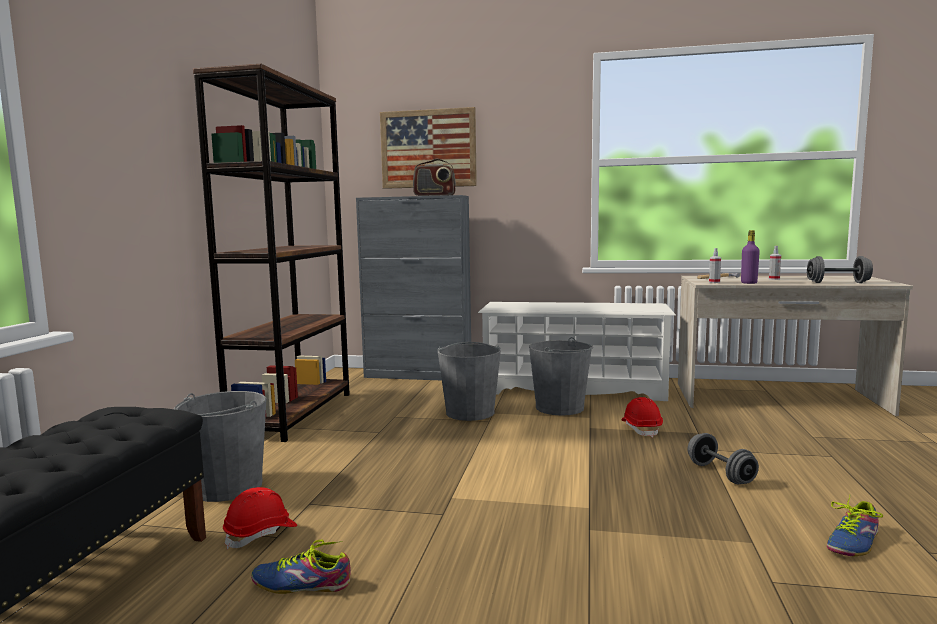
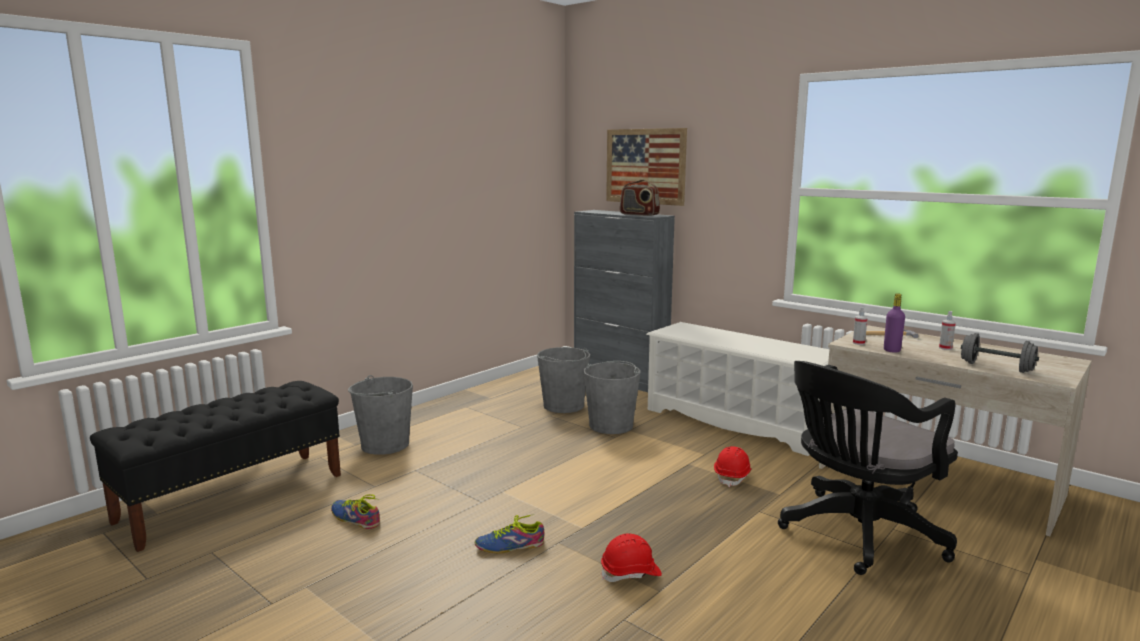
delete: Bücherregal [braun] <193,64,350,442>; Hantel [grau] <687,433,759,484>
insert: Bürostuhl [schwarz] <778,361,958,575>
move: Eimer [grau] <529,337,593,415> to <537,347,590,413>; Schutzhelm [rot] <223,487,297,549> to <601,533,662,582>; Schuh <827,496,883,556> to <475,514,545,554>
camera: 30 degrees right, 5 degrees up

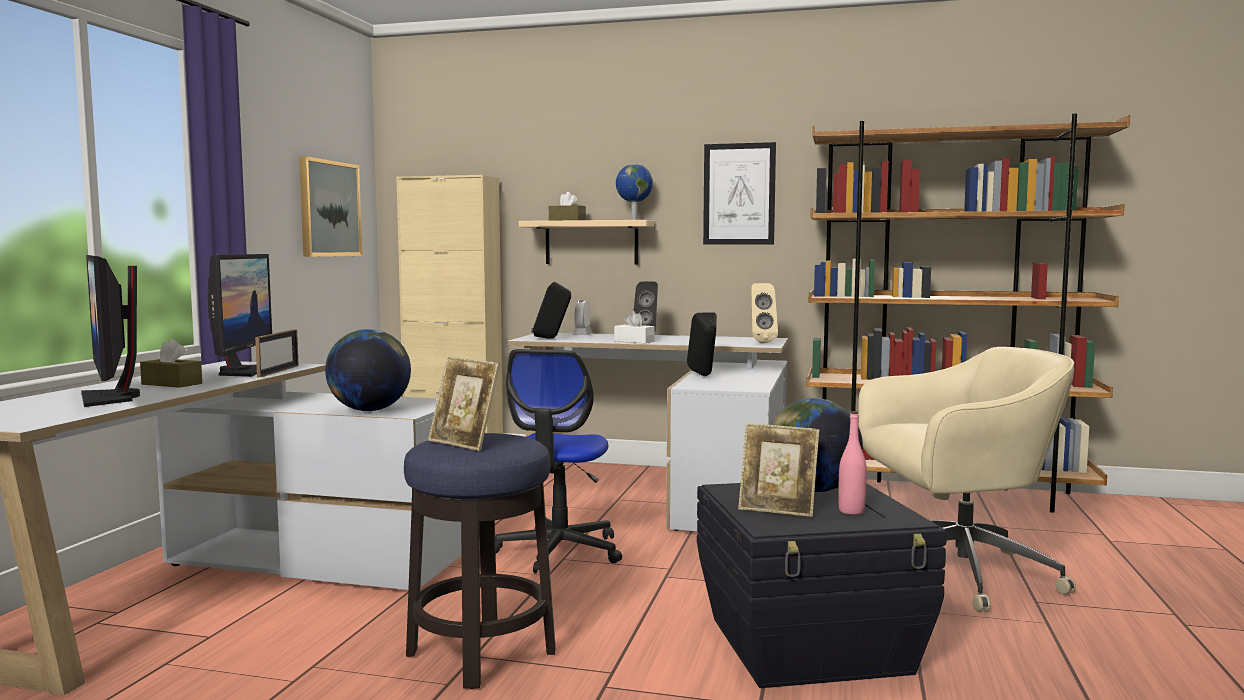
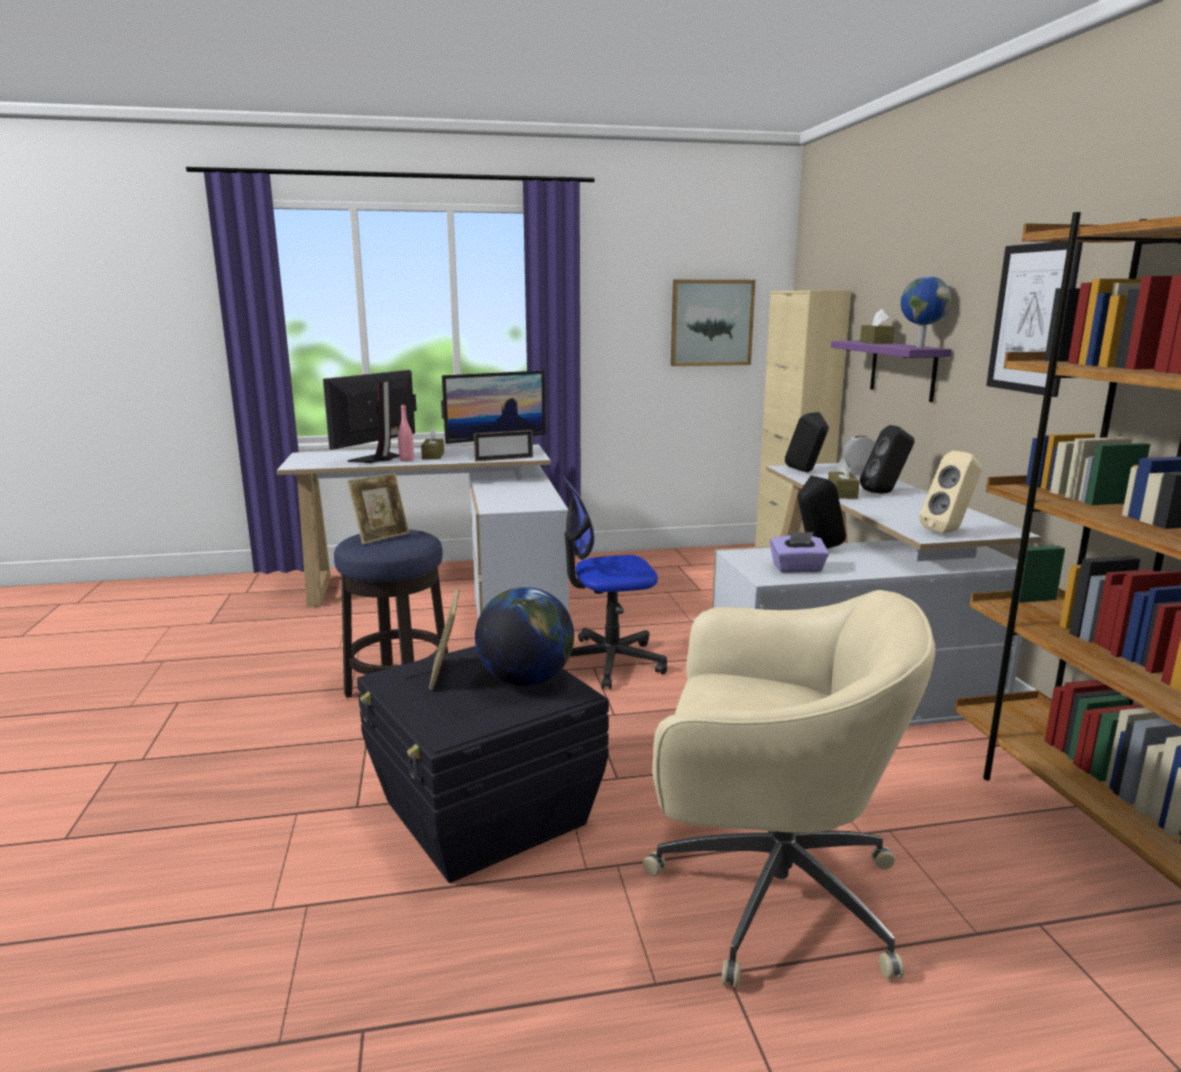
delete: Globus <325,329,411,411>
insert: Taschentuchbox [lila] <770,532,829,573>
move: Flasche [rosa] <838,411,867,515> to <398,404,414,462>
recolor: Wandregal [beige] <519,220,654,265> to Wandregal [lila] <831,341,952,402>; Taschentuchbox [weiß] <614,311,655,343> to Taschentuchbox [braun] <828,459,860,499>
rotate: Bürostuhl [beige] <858,347,1076,612> = <643,590,936,988> 45 degrees counterclockwise; Bilderrahmen <428,356,500,451> = <347,473,409,544> 150 degrees counterclockwise
camera: 65 degrees right, 10 degrees up

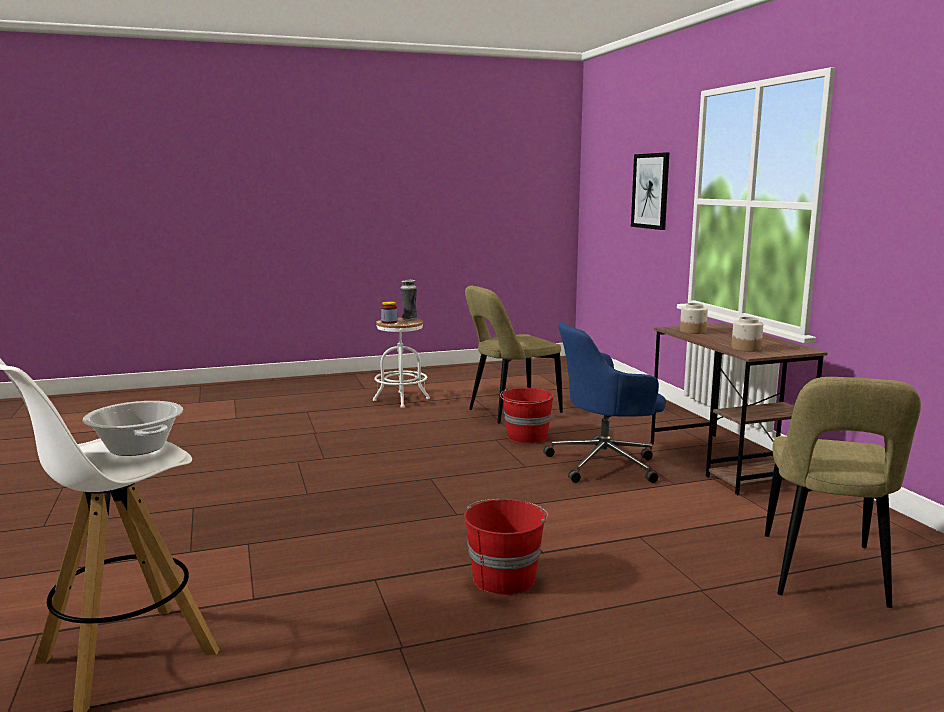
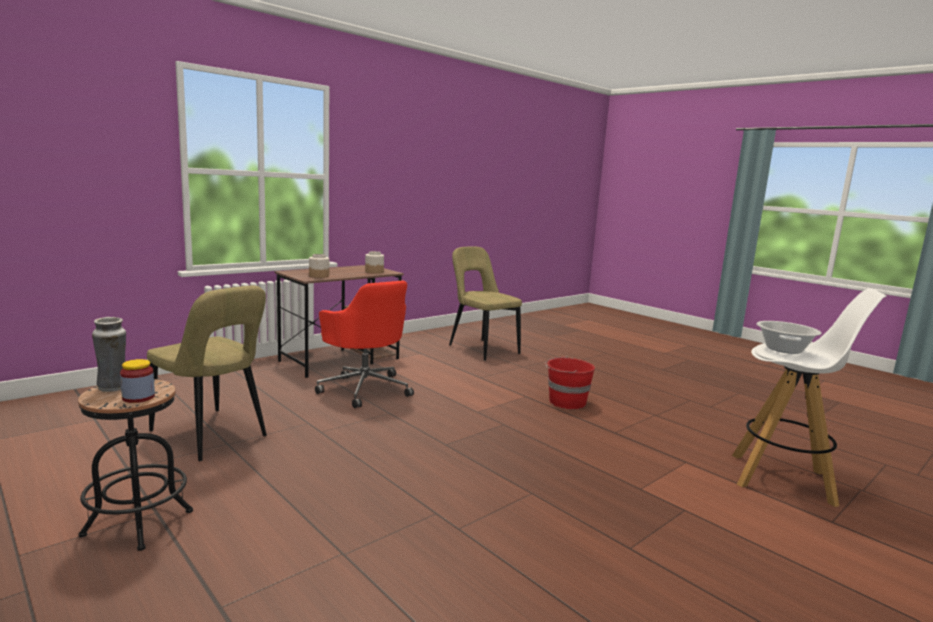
delete: Bild <631,152,669,230>; Eimer [rot] <500,388,554,443>
recolor: Hocker [weiß] <373,318,430,408> to Hocker [schwarz] <78,379,193,551>; Bürostuhl [blau] <543,322,666,483> to Bürostuhl [rot] <315,281,414,408>
rotate: Stuhl [beige] <765,377,921,608> = <449,246,522,361> 120 degrees counterclockwise
camera: 115 degrees left, 0 degrees up

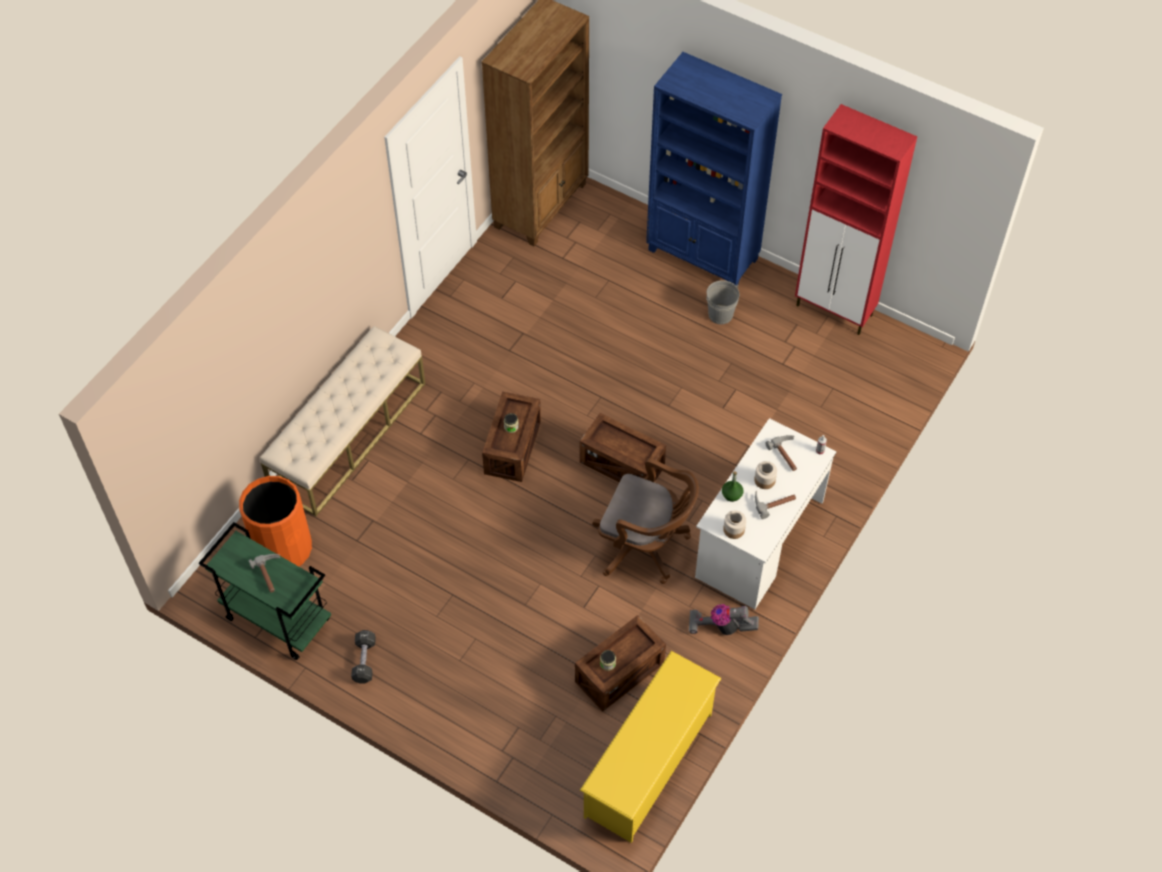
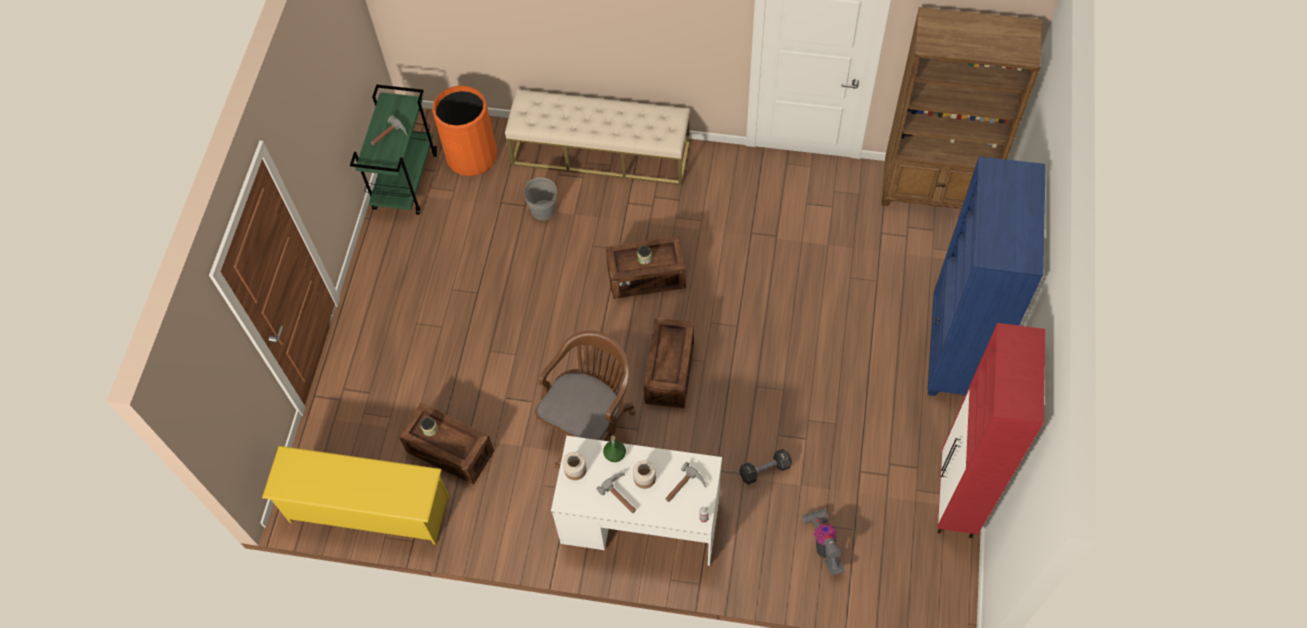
move: Eimer [grau] <706,280,740,324> to <524,178,557,221>; Staubsauger <689,604,759,635> to <802,509,845,576>; Hantel [schwarz] <351,630,376,684> to <740,449,792,485>
rotate: Bürostuhl [braun] <592,458,699,584> = <535,331,636,468> 150 degrees counterclockwise
camera: 70 degrees right, 5 degrees up

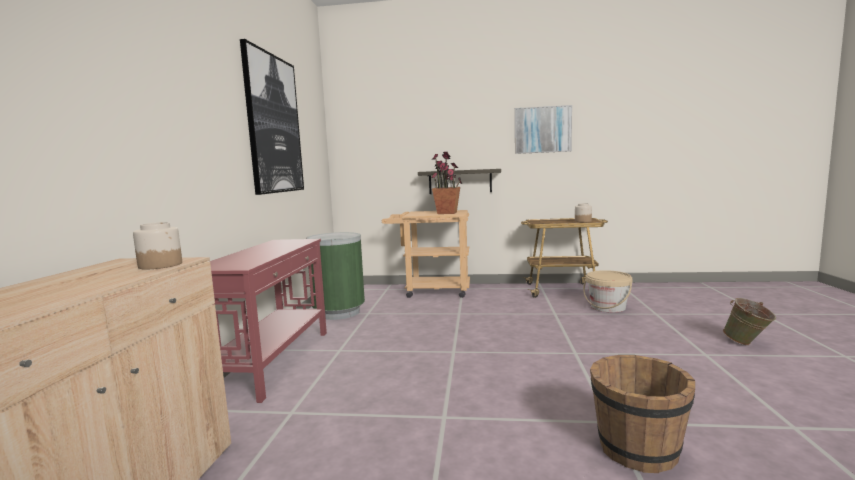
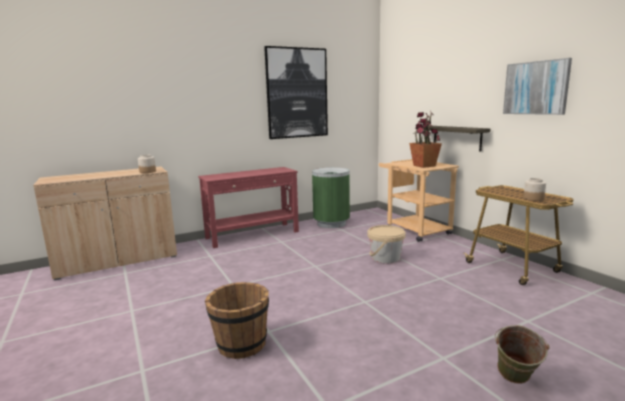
move: Eimer [beige] <583,270,632,313> to <367,225,406,263>
camera: 55 degrees right, 5 degrees up

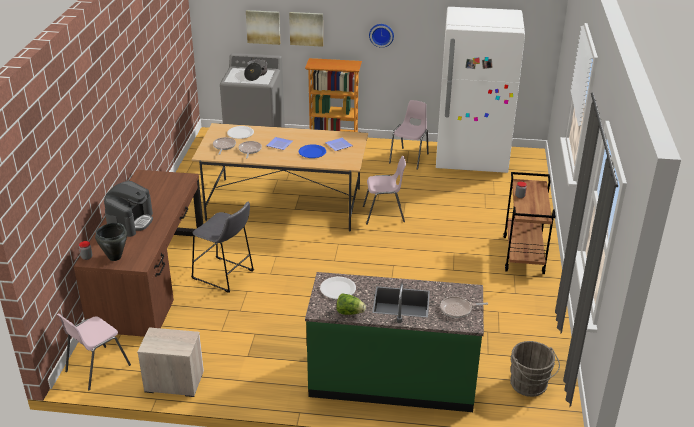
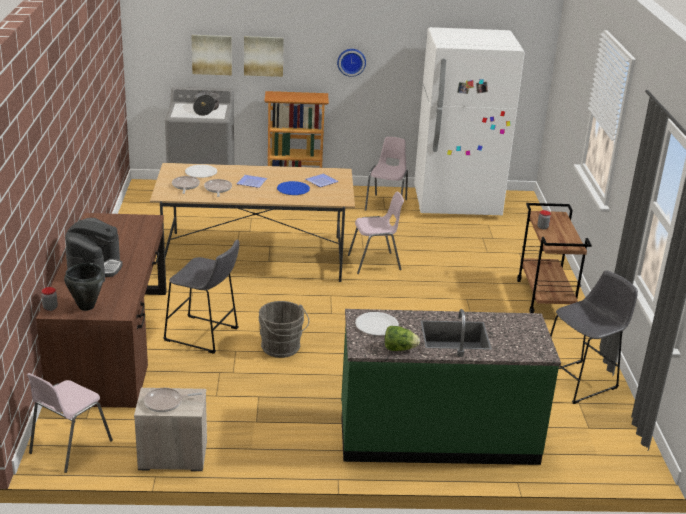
insert: Hocker [grau] <550,271,638,404>
move: Pfanne <440,296,488,318> to <144,388,203,412>; Eimer [grau] <510,341,560,397> to <258,301,309,358>
camera: 10 degrees left, 5 degrees down

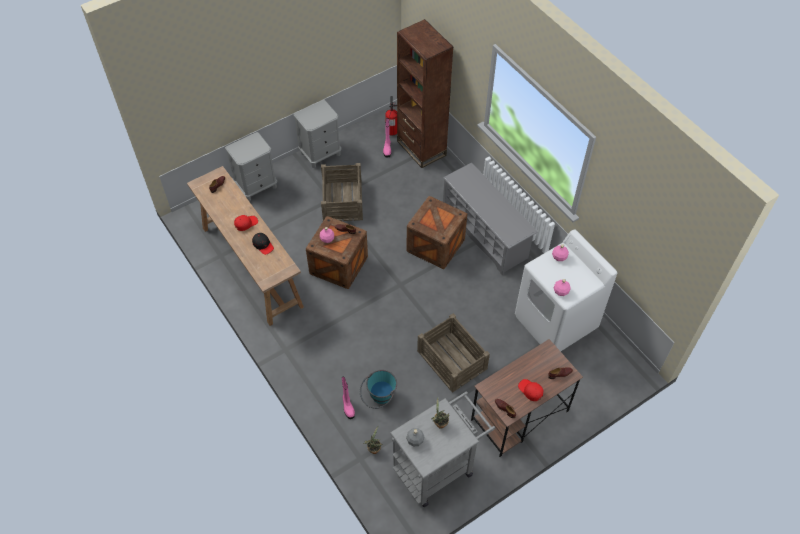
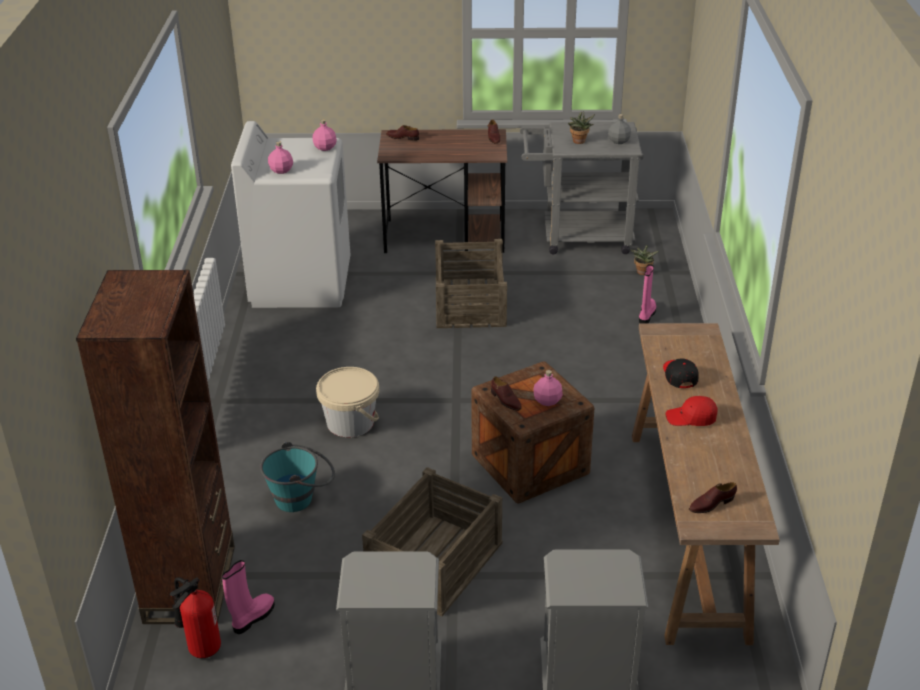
delete: Schuhregal [grau] <443,163,538,275>; Kappe [rot] <518,379,543,401>
move: Eimer [türkis] <360,370,397,409> to <260,441,335,512>
replace: Kiste <406,196,467,269> to Eimer [beige] <316,367,379,437>
camera: 145 degrees left, 20 degrees down

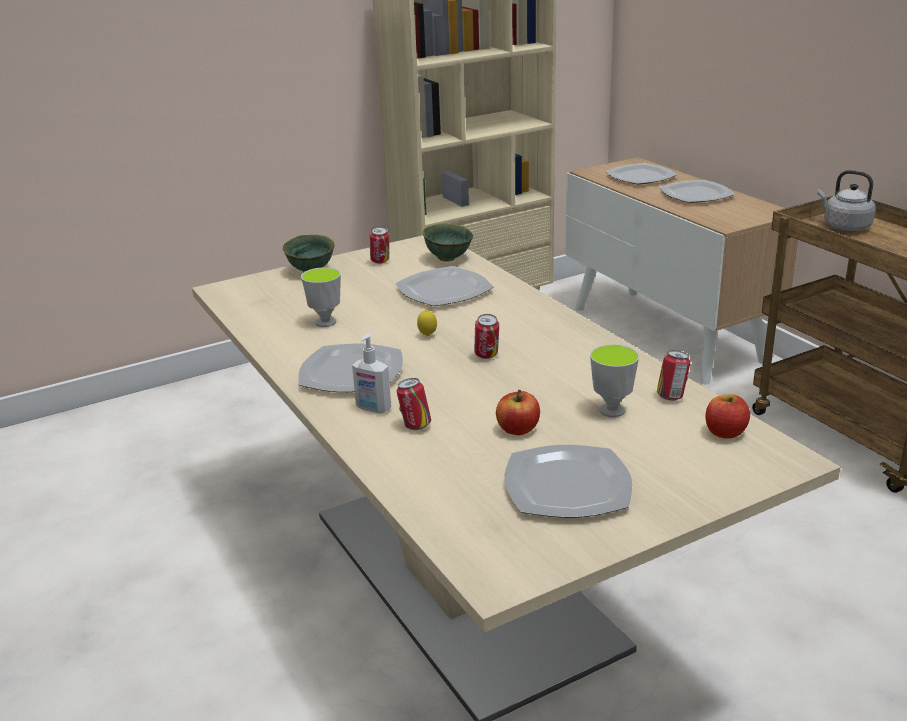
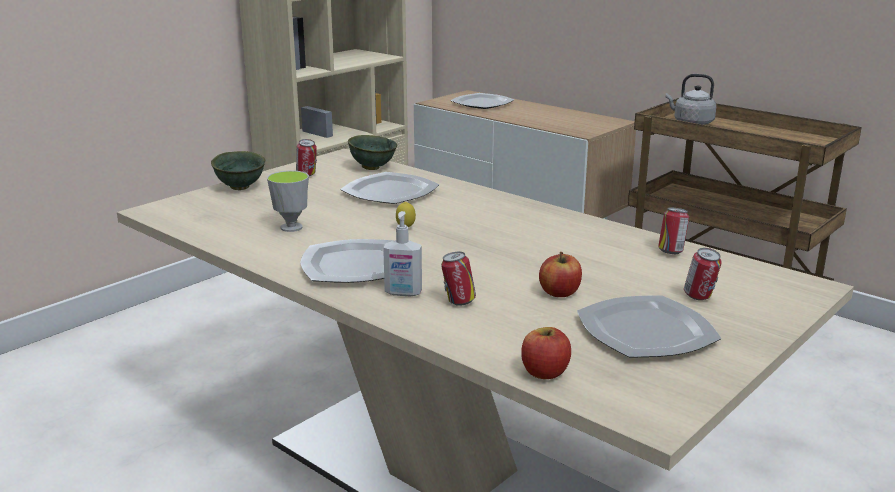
delete: Teller <660,180,735,203>; Tasse <590,344,639,417>
move: Dose <474,314,499,359> to <684,248,722,300>; Apfel <706,394,750,439> to <521,327,571,379>
camera: 20 degrees left, 5 degrees down

